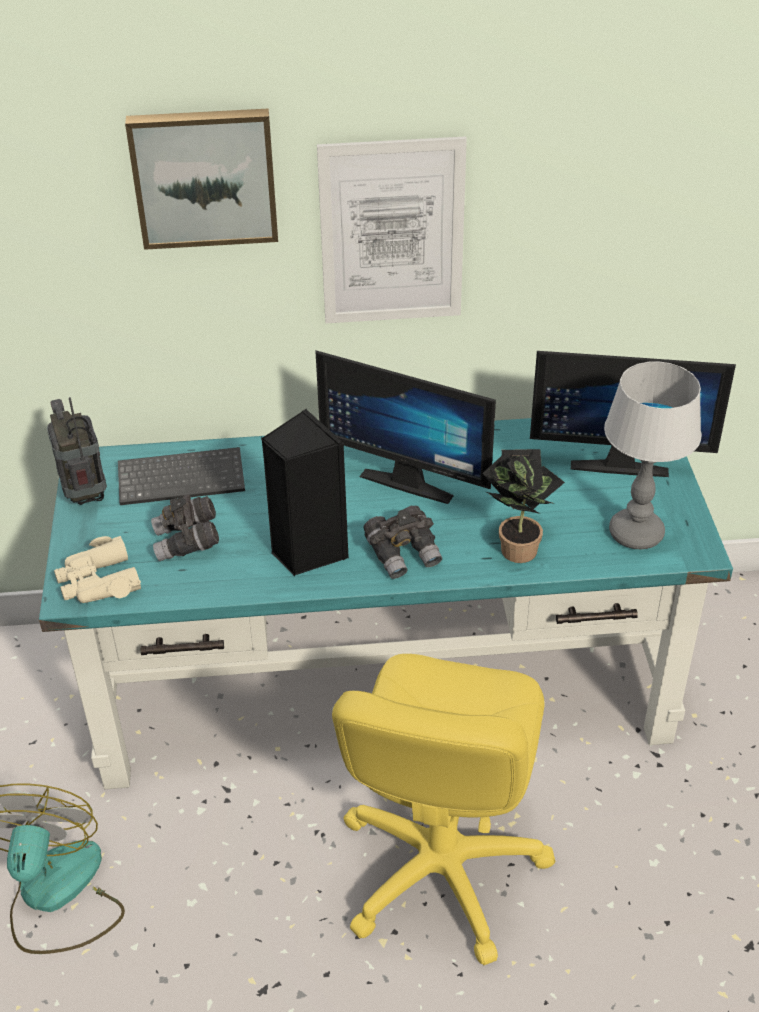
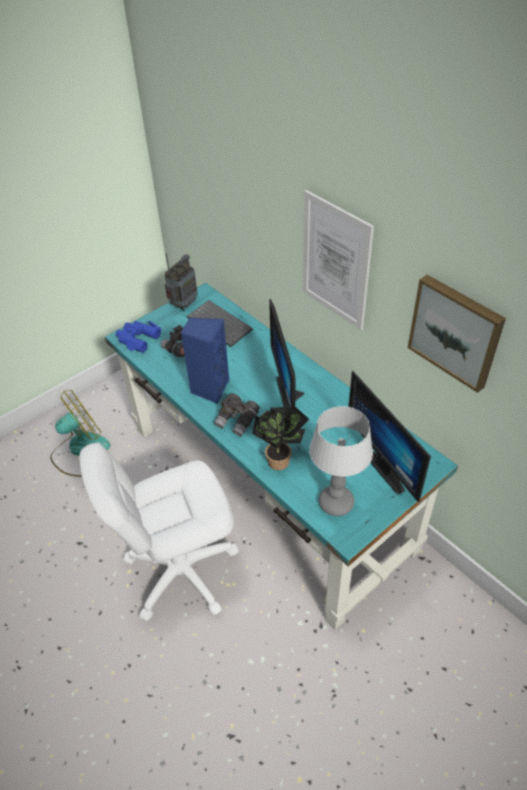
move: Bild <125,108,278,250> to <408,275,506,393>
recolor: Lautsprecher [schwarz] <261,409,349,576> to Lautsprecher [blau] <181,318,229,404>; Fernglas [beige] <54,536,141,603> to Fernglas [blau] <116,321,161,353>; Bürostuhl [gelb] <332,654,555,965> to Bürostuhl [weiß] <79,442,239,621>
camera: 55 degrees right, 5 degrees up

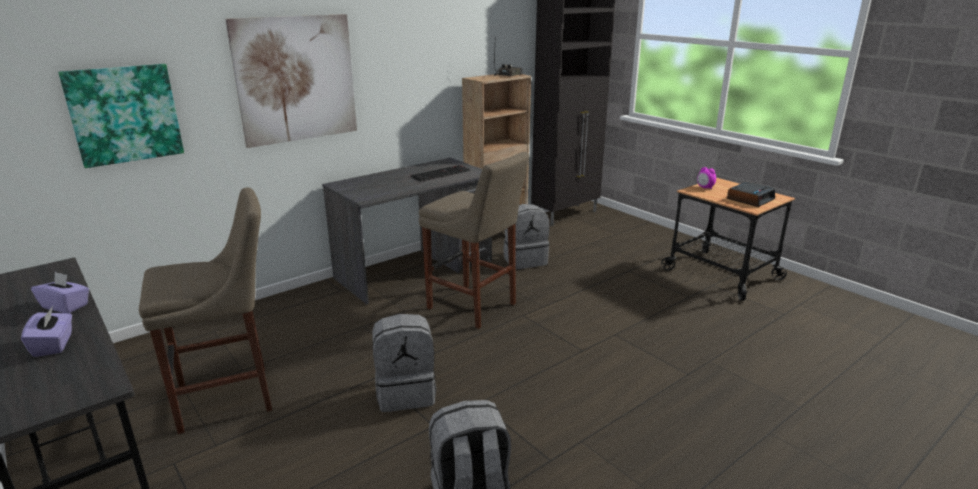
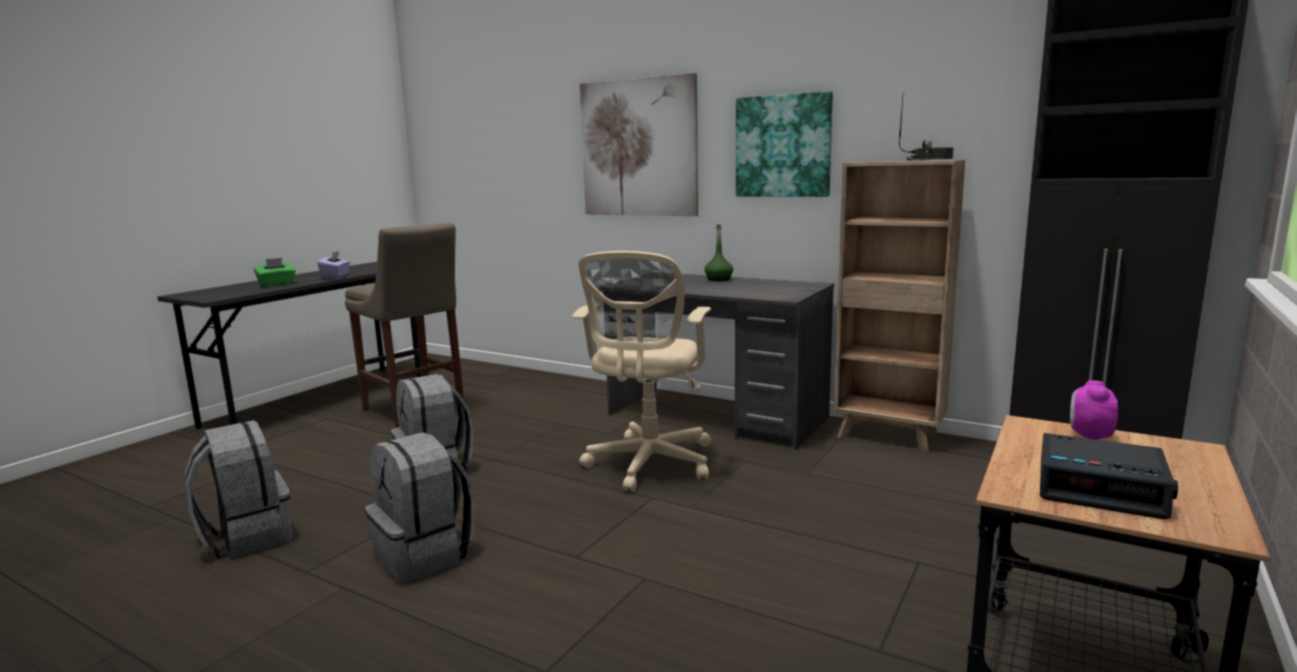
delete: Tastatur <410,165,470,182>
insert: Flasche [grün] <705,224,733,281>
move: Bild <58,64,184,168> to <736,91,833,197>; Rucksack [grau] <504,204,550,269> to <365,432,475,583>
replace: Hocker [beige] <419,152,529,329> to Bürostuhl [beige] <572,251,711,492>
recolor: Taschentuchbox [lila] <21,306,72,357> to Taschentuchbox [grün] <254,258,296,287>
camera: 70 degrees right, 10 degrees down

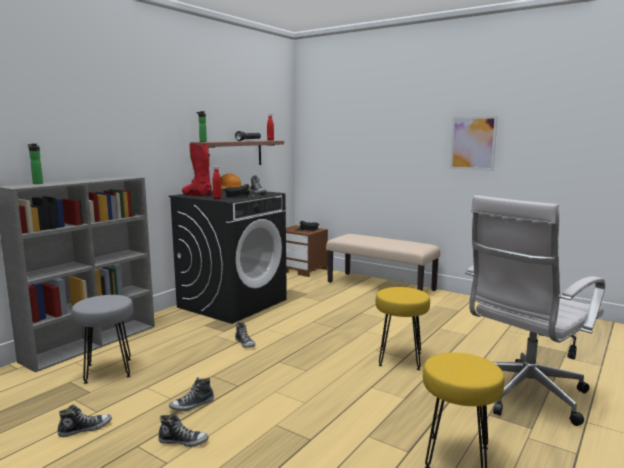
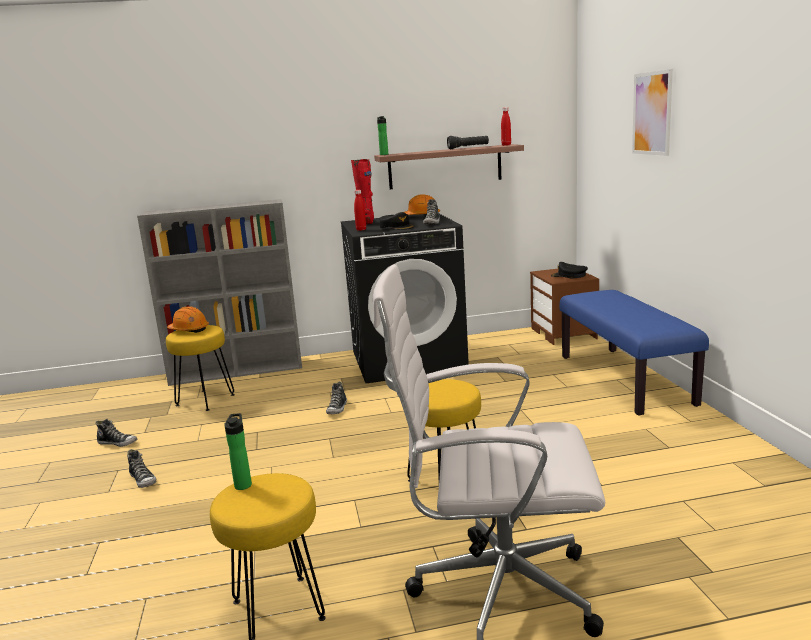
delete: Schuh <169,377,214,411>
insert: Schutzhelm [orange] <167,306,209,333>
move: Bild <450,116,498,171> to <632,69,673,156>; Flasche <28,144,43,184> to <224,413,252,490>
recolor: Bank [beige] <326,234,440,291> to Bank [blau] <559,290,709,416>; Hocker [grau] <72,295,133,384> to Hocker [gelb] <166,325,235,411>
camera: 45 degrees right, 5 degrees up

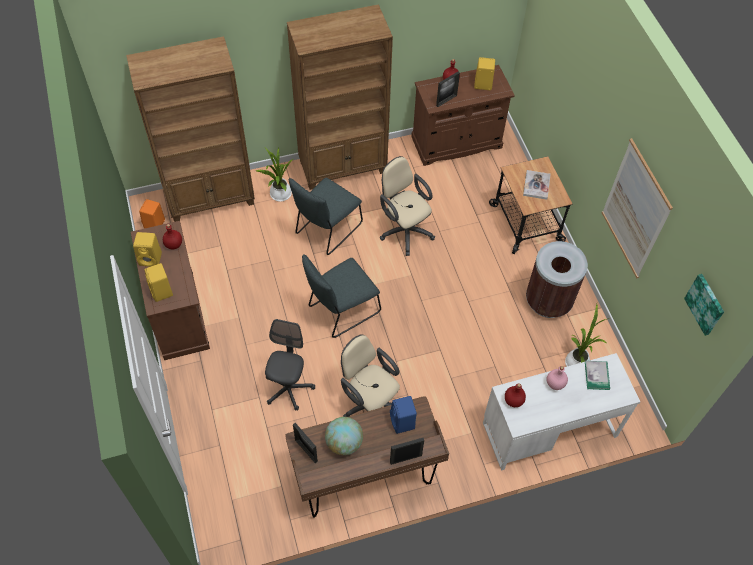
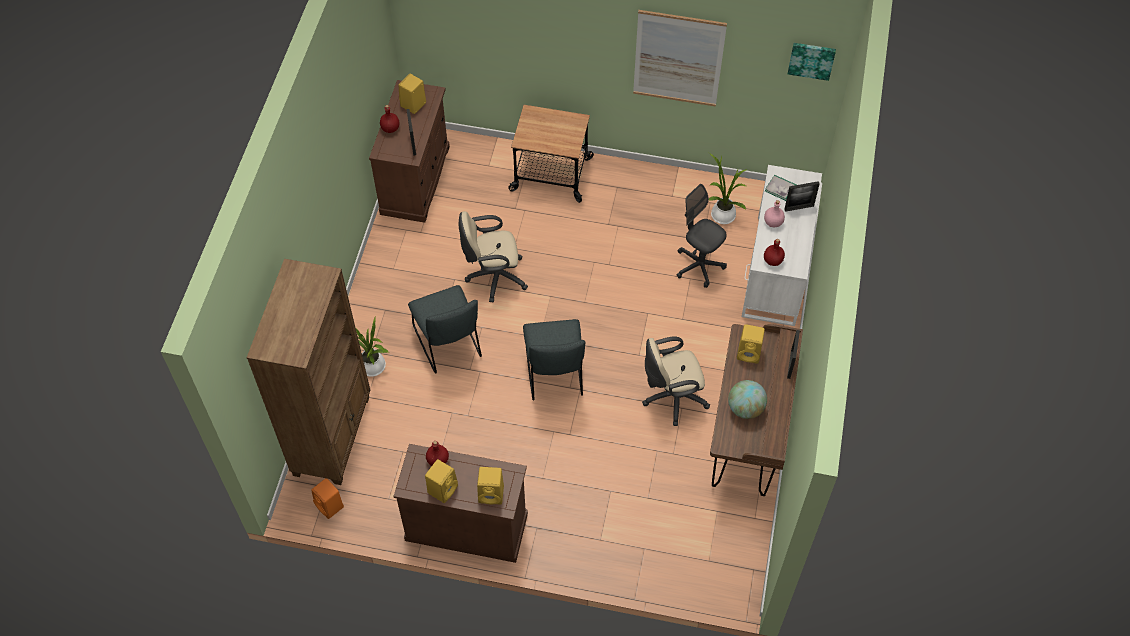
delete: Bücherregal [braun] <287,4,393,190>; Buch <523,170,551,200>; Mülleimer [braun] <526,241,588,318>
move: Bürostuhl [grau] <265,319,315,411> to <677,184,727,288>; Bilderrahmen <293,423,318,463> to <784,181,820,212>
recolor: Lautsprecher [blau] <390,396,417,434> to Lautsprecher [gelb] <737,324,765,364>
camera: 60 degrees left, 0 degrees up

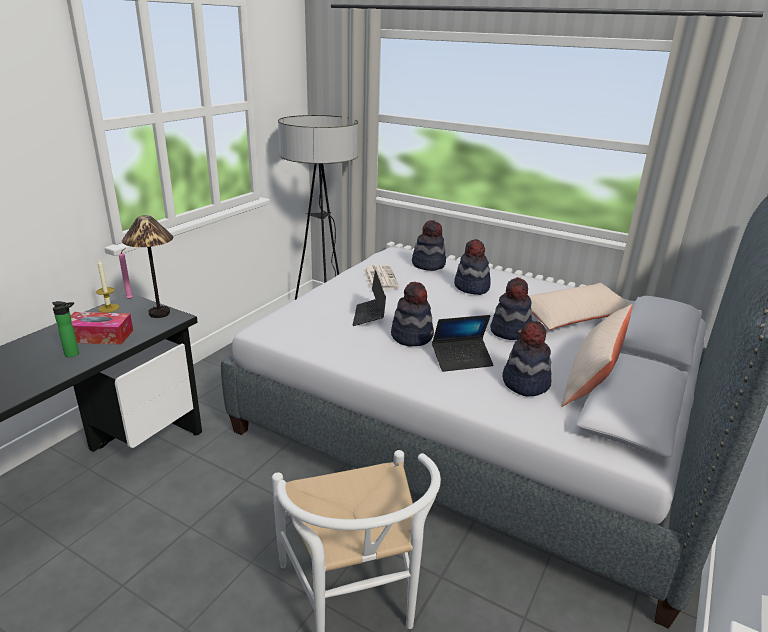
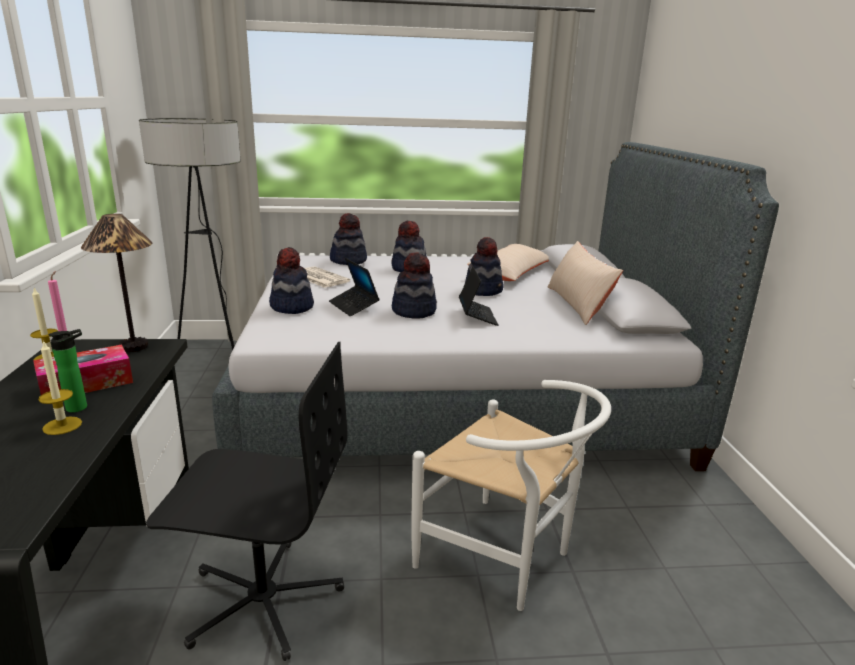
insert: Kerze <38,340,82,435>; Bürostuhl [schwarz] <146,342,347,661>
move: Hut <503,321,551,396> to <269,247,314,314>
rotate: Laptop <432,315,494,372> = <459,267,498,326> 45 degrees counterclockwise
camera: 35 degrees left, 5 degrees down

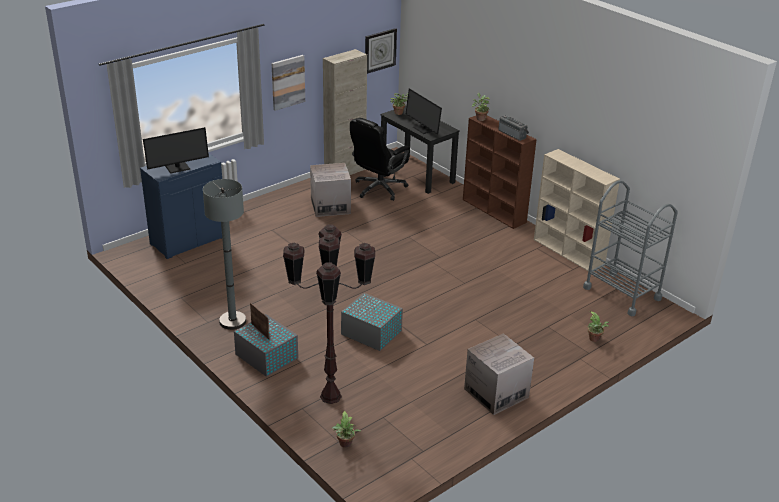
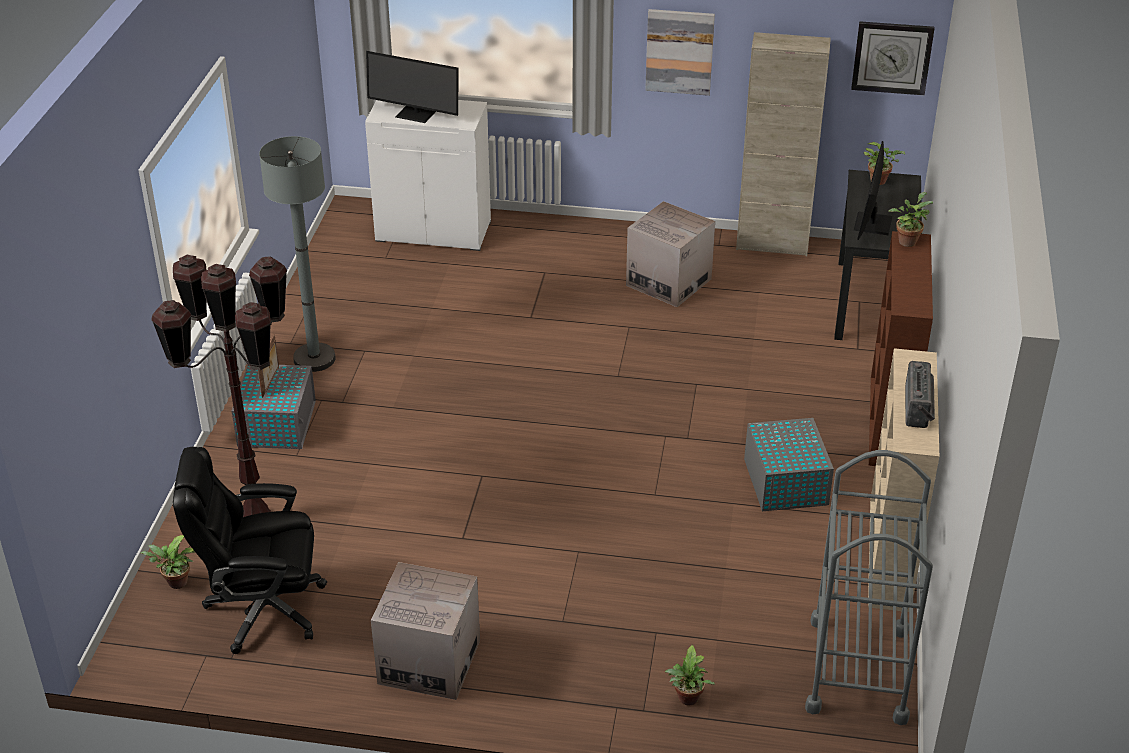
move: Radio <498,115,529,141> to <905,361,935,428>; Bürostuhl [schwarz] <350,118,410,201> to <173,447,327,654>; Aufbewahrungsbox [grau] <341,293,403,351> to <744,418,834,511>
recolor: Schrank [blau] <140,154,222,259> to Schrank [weiß] <365,100,491,251>
camera: 50 degrees right, 5 degrees up

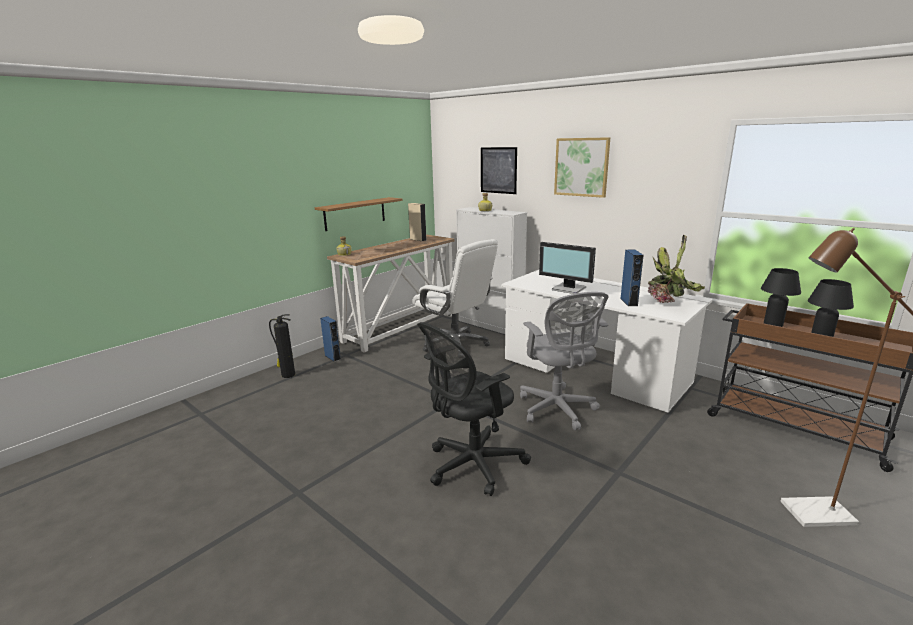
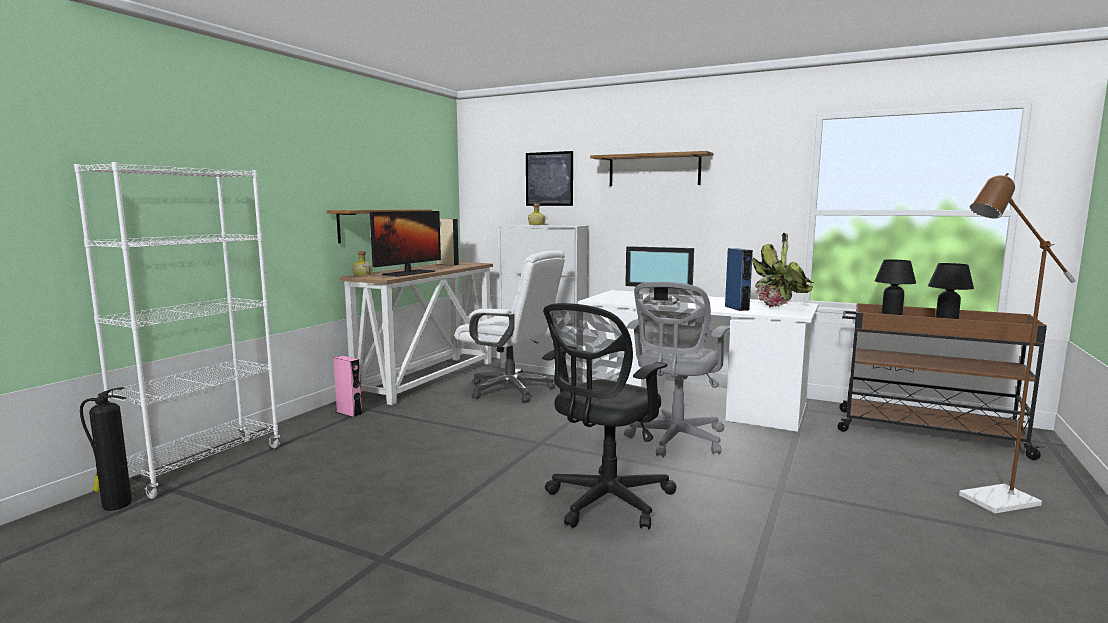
insert: Bücherregal [weiß] <74,162,280,499>; Monitor <370,211,441,277>
move: Feuerlöscher <269,314,295,378> to <80,387,132,511>
replace: Bild <554,137,610,198> to Wandregal <590,151,713,186>
recolor: Lautsprecher [blau] <320,316,341,362> to Lautsprecher [rosa] <333,356,363,418>
rotate: Bürostuhl [grau] <520,292,609,431> = <624,282,730,458> 60 degrees clockwise
camera: 15 degrees left, 10 degrees down

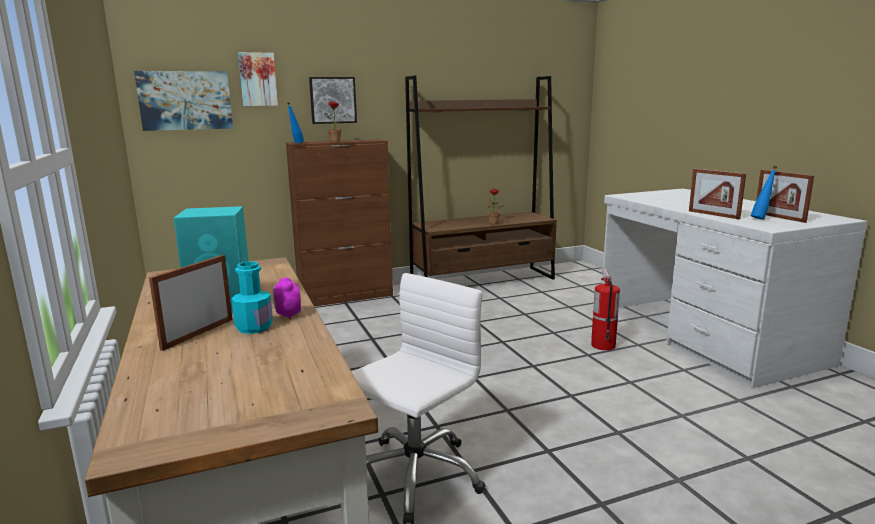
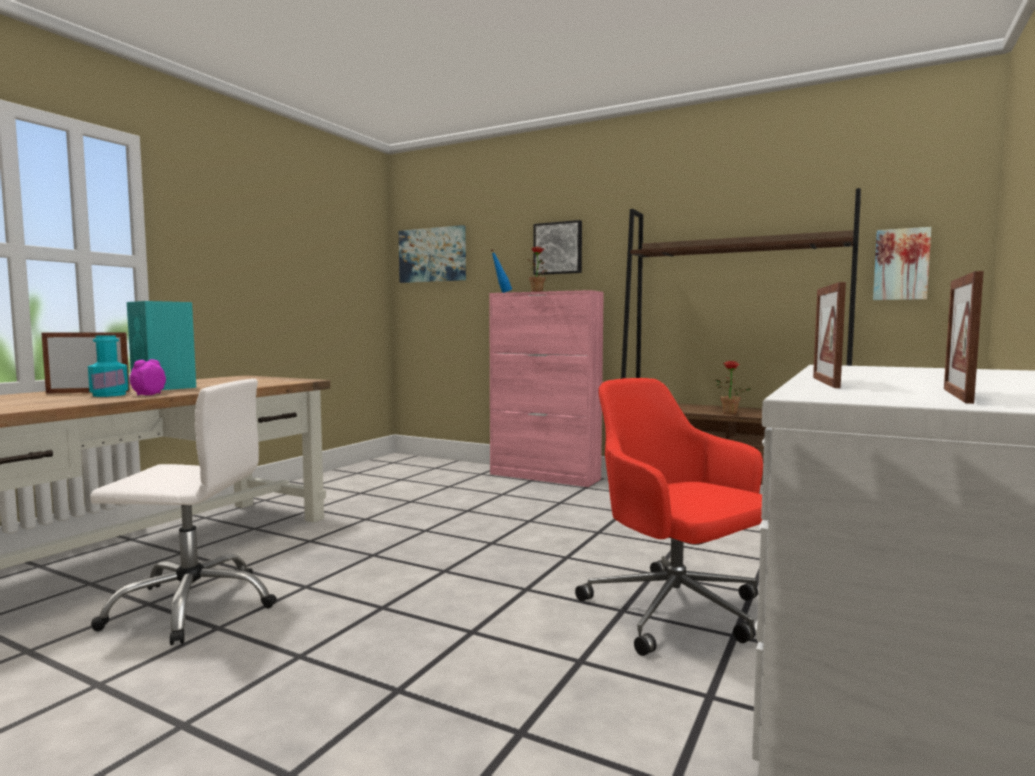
delete: Flasche [blau] <751,166,777,219>
move: Bild <238,52,278,106> to <873,227,931,300>
replace: Feuerlöscher <591,269,620,350> to Bürostuhl [rot] <575,378,763,656>
recolor: Schrank [braun] <286,139,393,306> to Schrank [rosa] <489,290,604,487>
camera: 50 degrees right, 10 degrees down

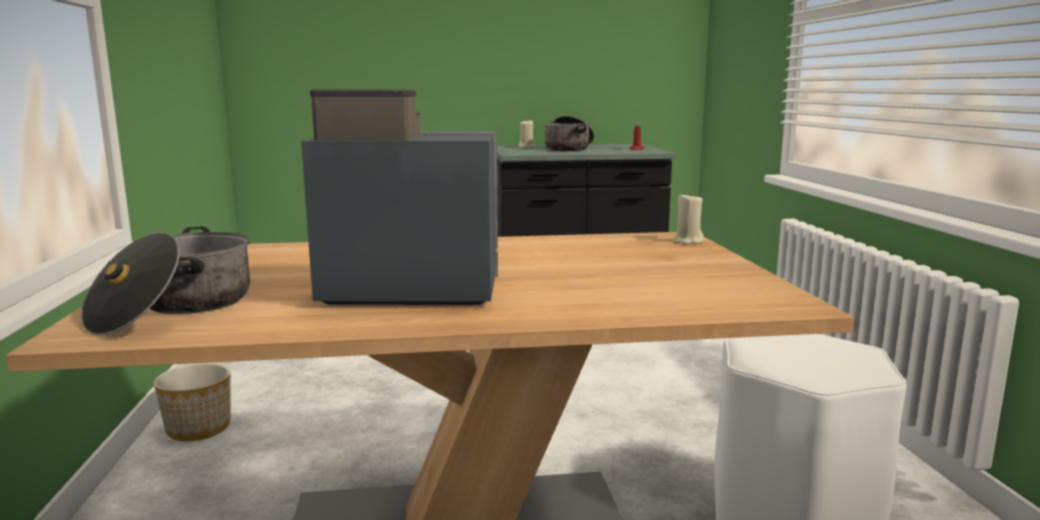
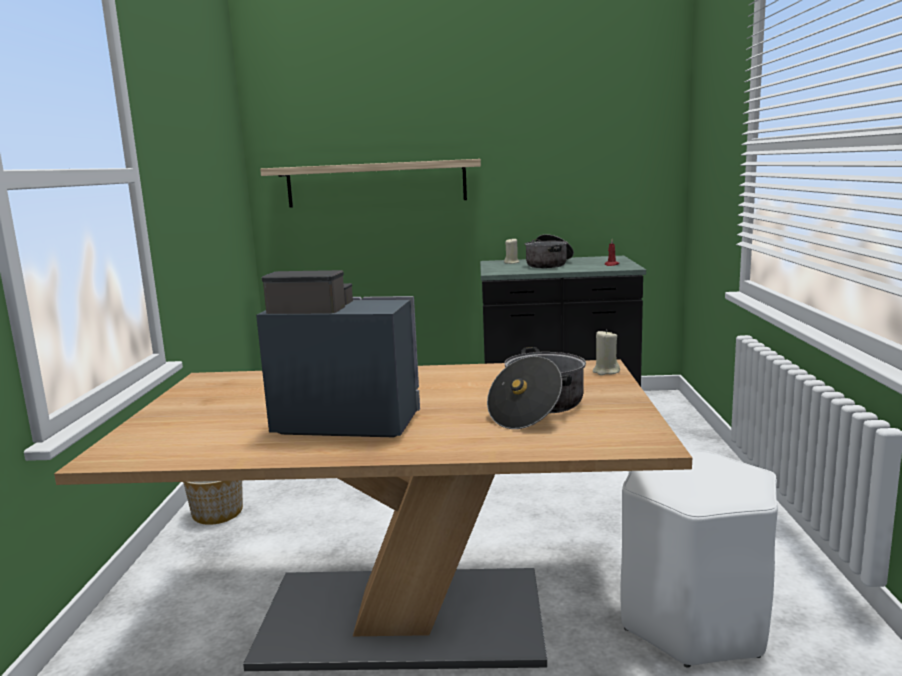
insert: Wandregal <260,159,481,208>
move: Kochtopf <81,226,250,336> to <487,347,586,429>
camera: 10 degrees right, 0 degrees up

